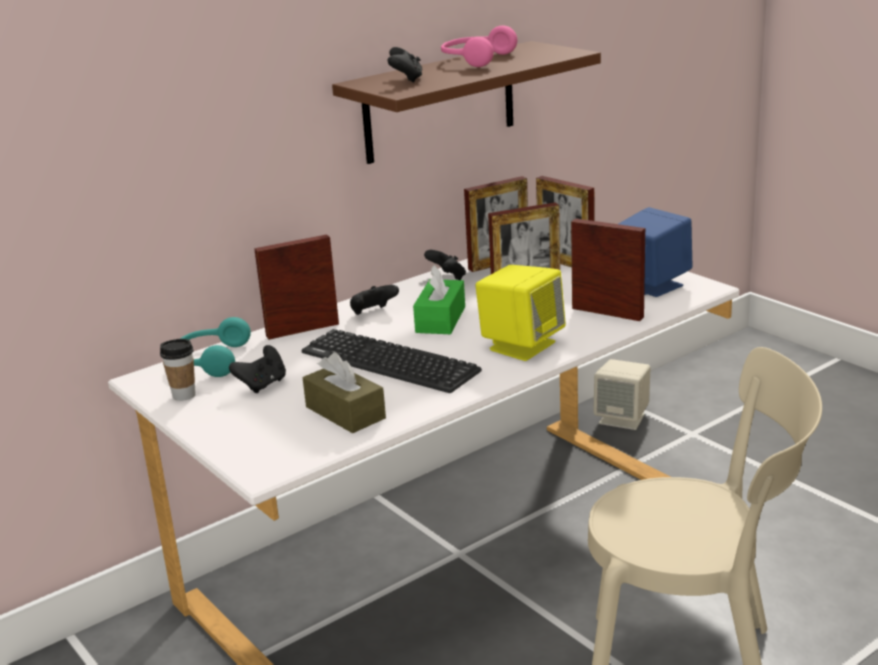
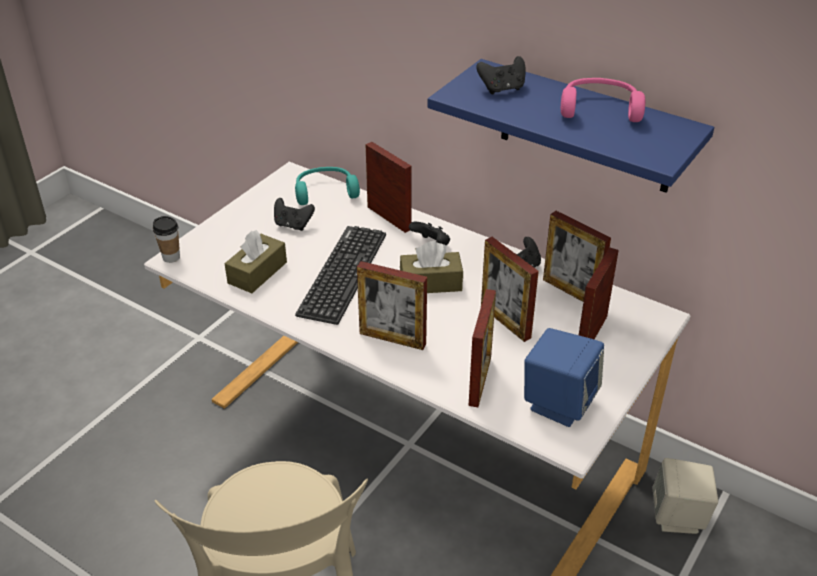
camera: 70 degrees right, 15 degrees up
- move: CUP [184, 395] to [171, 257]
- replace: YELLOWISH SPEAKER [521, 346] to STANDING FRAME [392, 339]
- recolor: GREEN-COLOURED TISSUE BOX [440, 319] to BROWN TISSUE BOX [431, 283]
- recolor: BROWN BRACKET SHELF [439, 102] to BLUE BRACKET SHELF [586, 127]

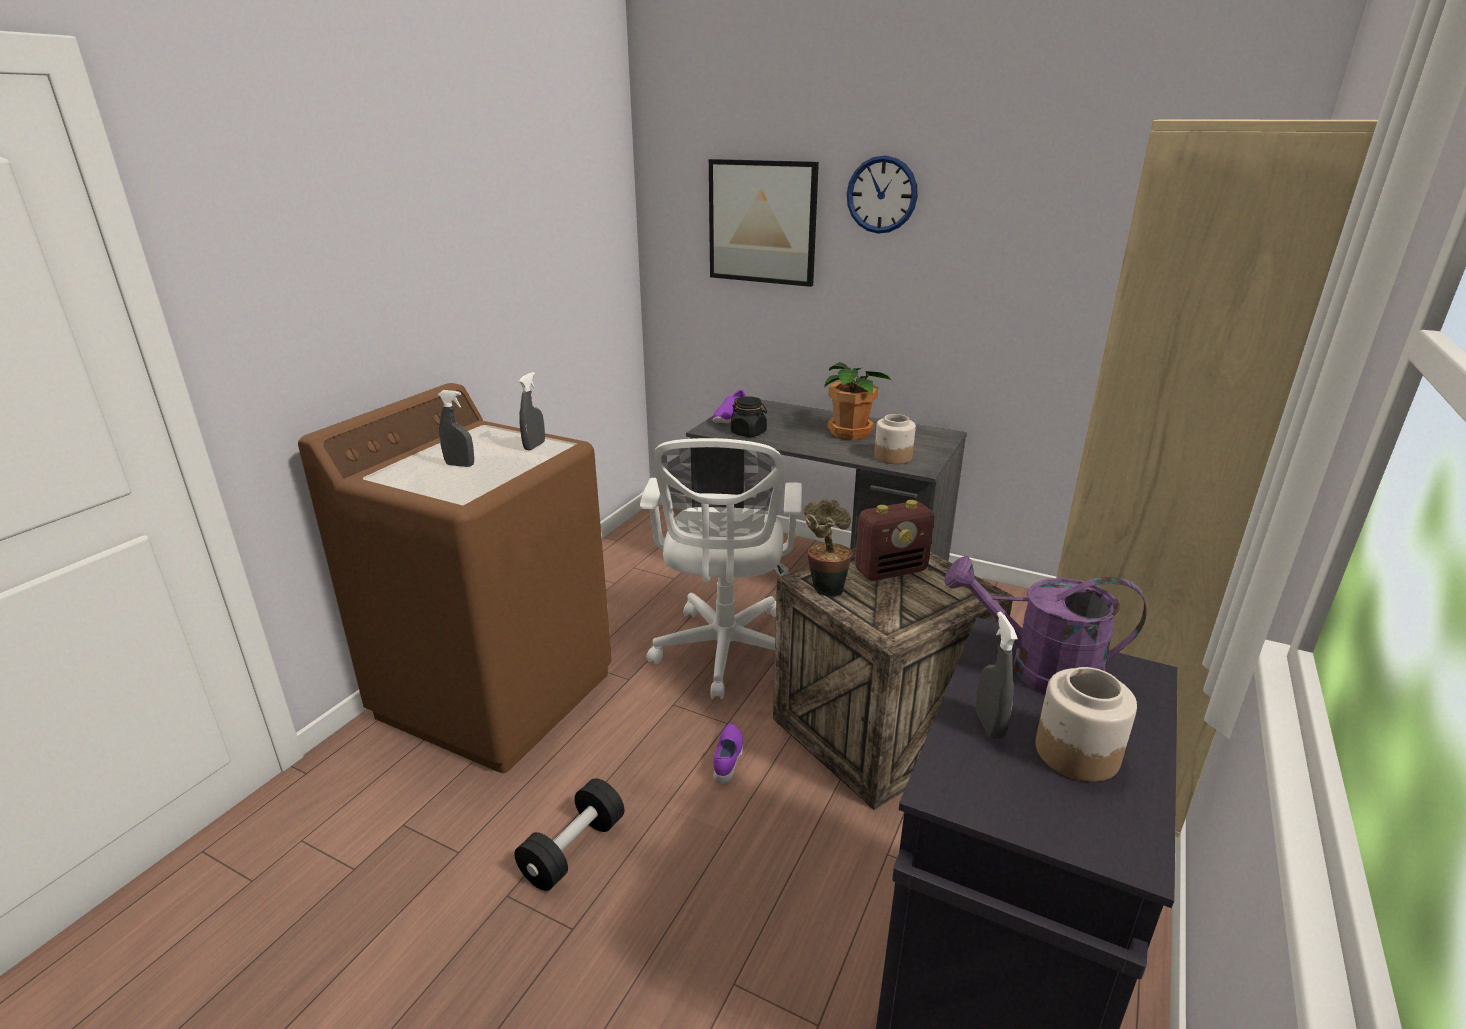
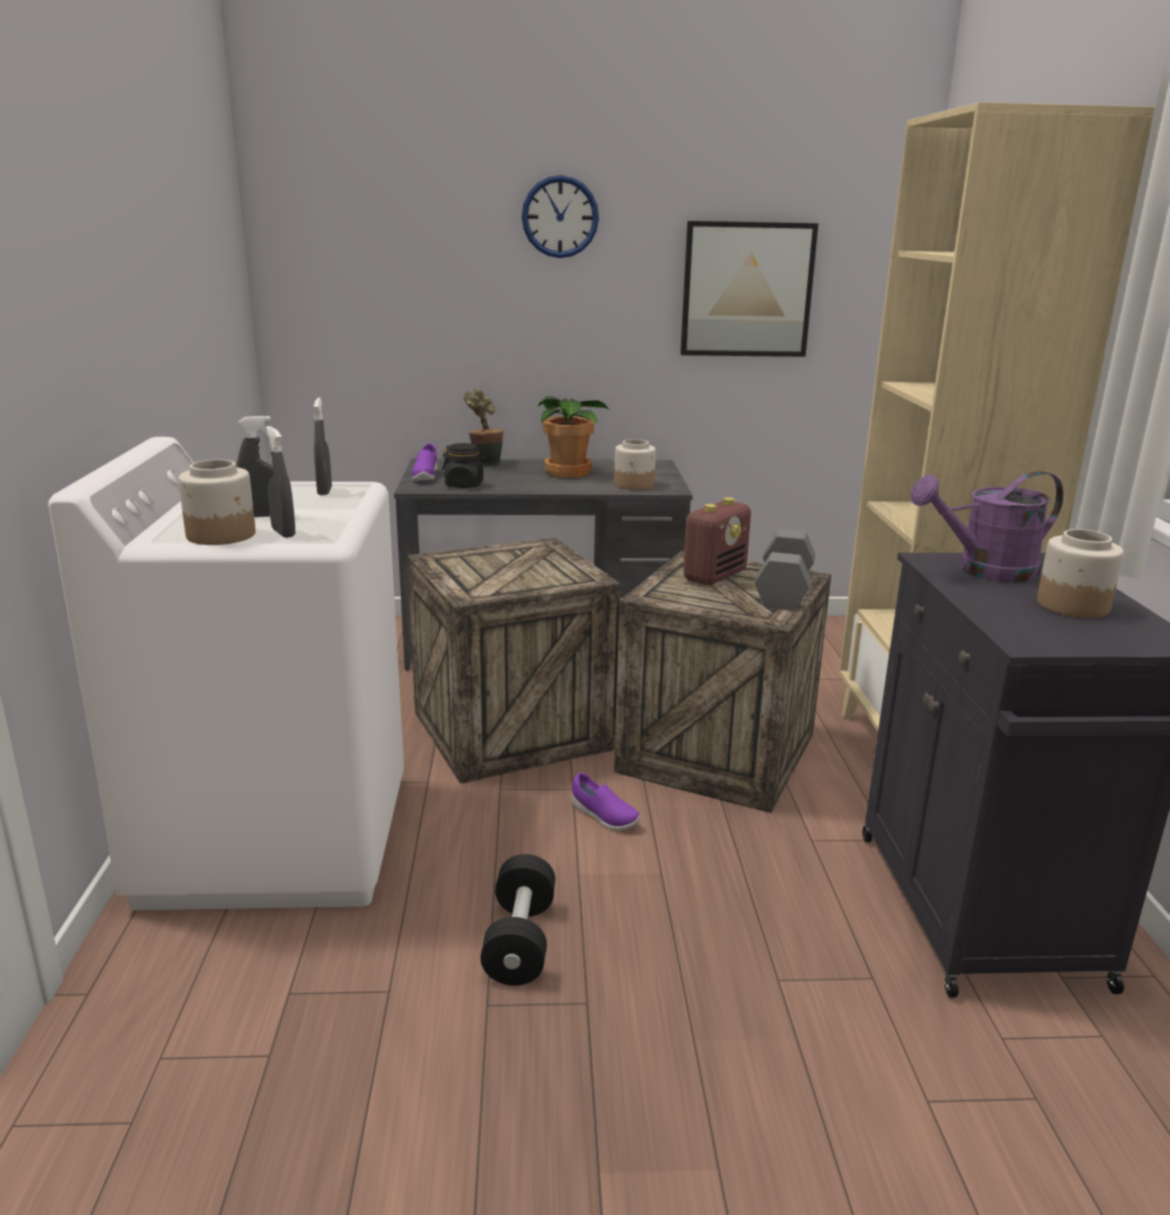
camera: 30 degrees left, 5 degrees down
- recolor: BROWN LAUNDRY MACHINE [496, 693] to WHITE LAUNDRY MACHINE [277, 838]
- insert: STORAGE JAR [222, 535]
- move: GRAY SPRAY BOTTLE [989, 725] to [283, 533]
- replace: WHITE COMPUTER CHAIR [724, 653] to CRATE [510, 732]
- move: POTTED PLANT [825, 587] to [485, 464]
- rotate: PURPLE SHOE [728, 760] = [603, 817] 150 degrees clockwise
- move: PICTURE [762, 222] to [747, 290]
- insert: GRAY DUMBBELL [782, 590]

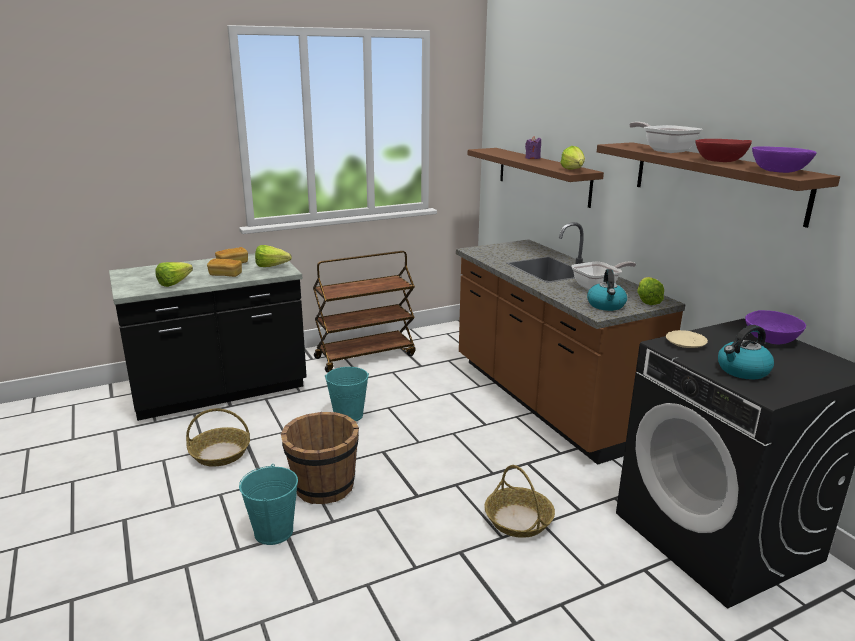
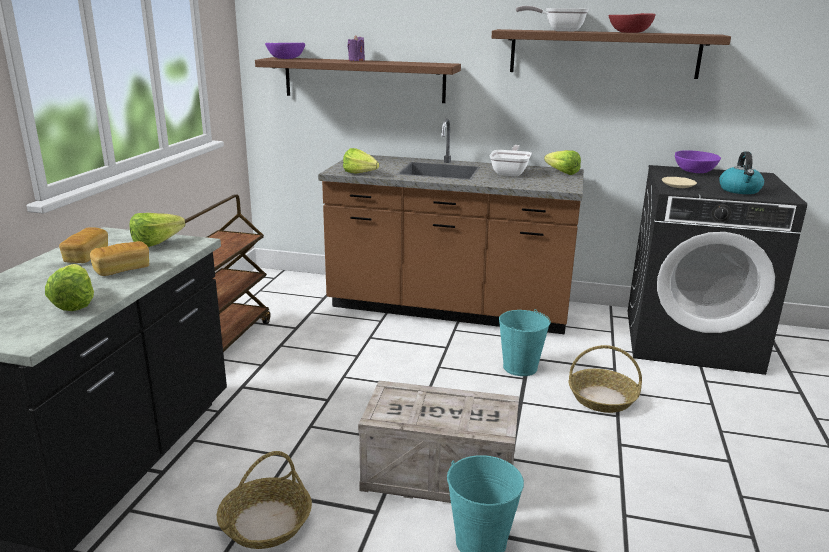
camera: 50 degrees left, 0 degrees up
- move: PURPLE BOWL [778, 171] to [285, 58]
- move: LETTUCE [573, 171] to [362, 174]
- replace: BROWN PAIL [323, 487] to CRATE [436, 475]
- move: BLUE-GREEN PAIL [348, 415] to [519, 367]
- delete: WATER KETTLE [606, 305]

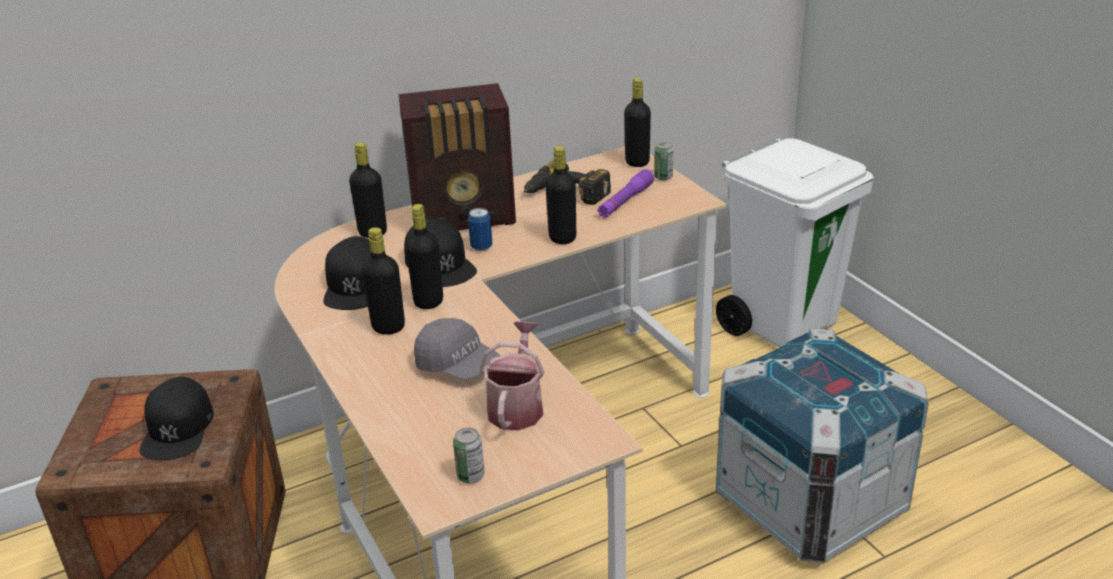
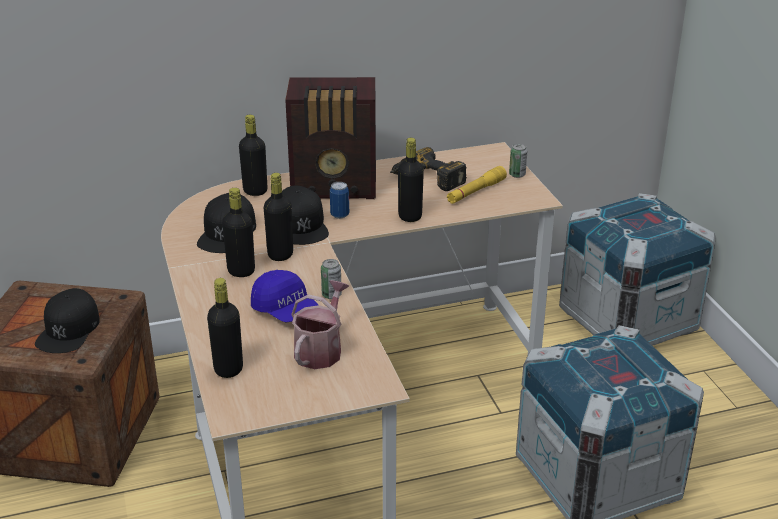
camera: 10 degrees right, 0 degrees up
- move: BLACK-COLOURED BOTTLE [637, 162] to [228, 369]
- recolor: GRAY CAP [458, 366] to BLUE CAP [285, 310]
- move: CAN [470, 476] to [331, 295]
- recolor: PURPLE HAND TORCH [625, 201] to YELLOWISH HAND TORCH [476, 192]
- replace: WHITE WASTE BIN [783, 324] to CRATE [627, 320]

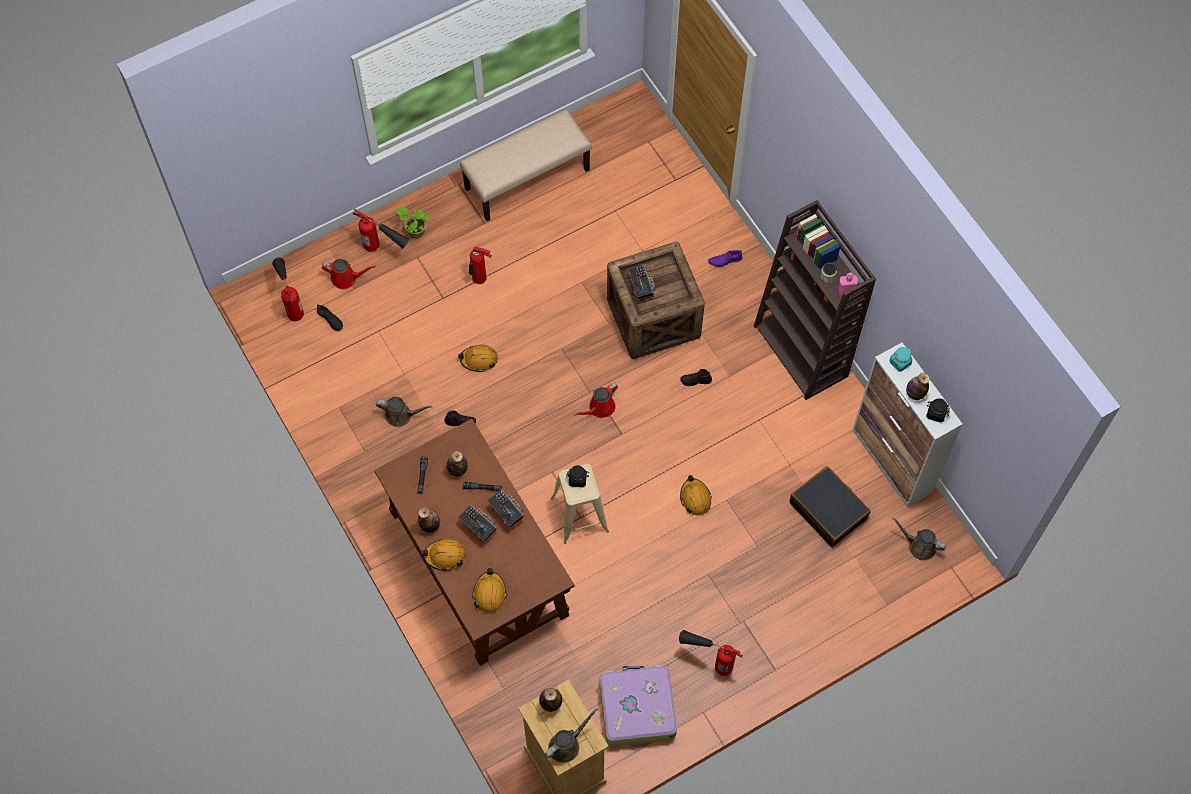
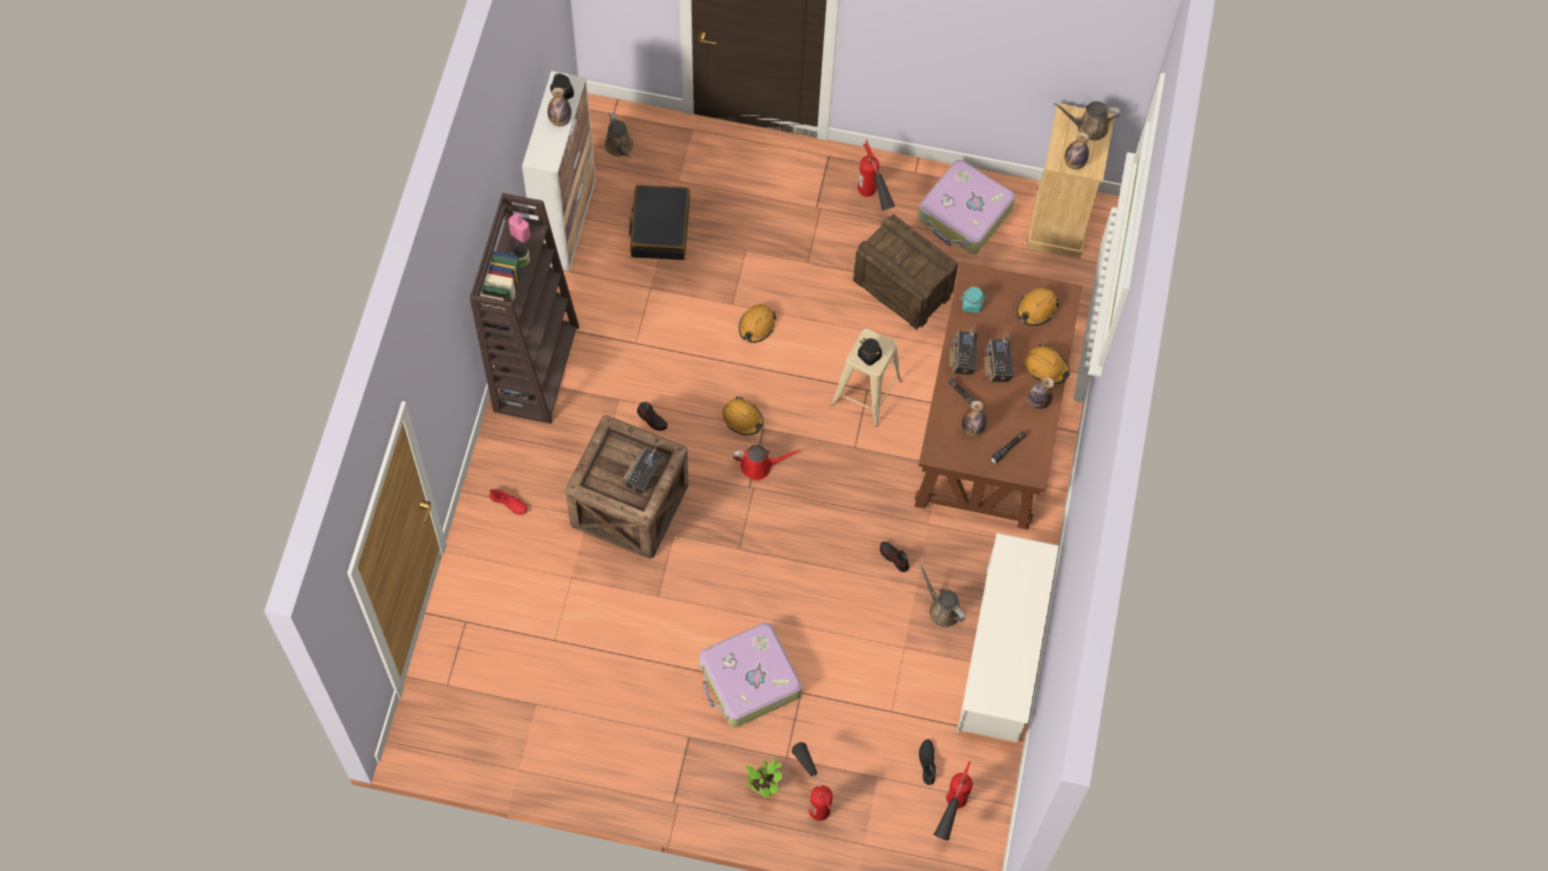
camera: 140 degrees left, 0 degrees up
- recolor: PURPLE SHOE [725, 260] to RED-COLOURED SHOE [508, 503]
- replace: FIRE-FIGHTING CYLINDER [480, 279] to PIECE OF LUGGAGE [749, 681]
- move: ORANGE-COLOURED HARD HAT [479, 359] to [742, 419]
- insert: CRATE [903, 287]
- insert: WHITE SHOE SHELF [1002, 655]
- move: BLUE-GREEN STORAGE JAR [900, 362] to [972, 304]
- delete: RED-COLOURED WATERING CAN [346, 278]
- delete: BEIGE-COLOURED BENCH [527, 178]

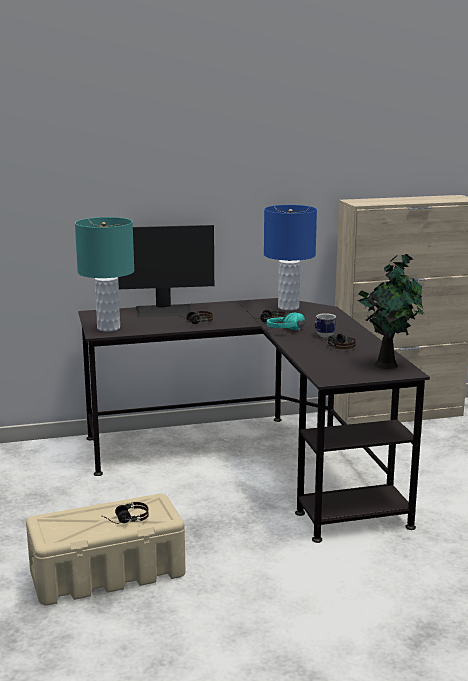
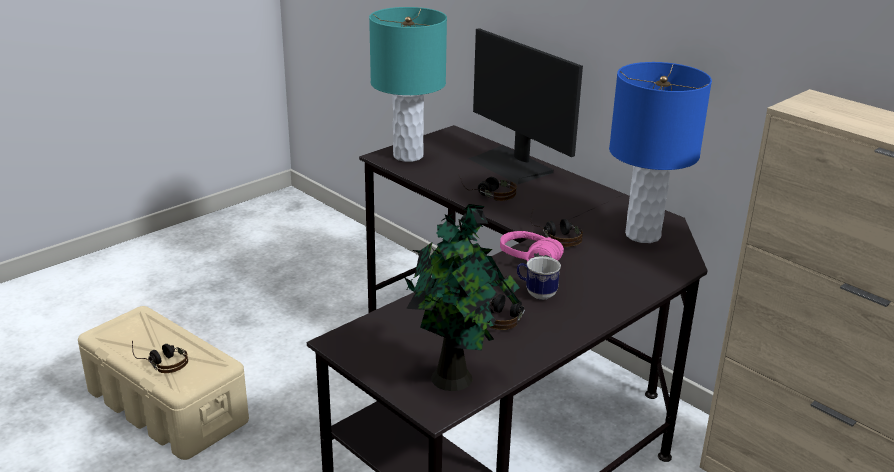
camera: 60 degrees right, 10 degrees up
- recolor: BLUE-GREEN HEADPHONES [289, 332] to PINK HEADPHONES [525, 263]

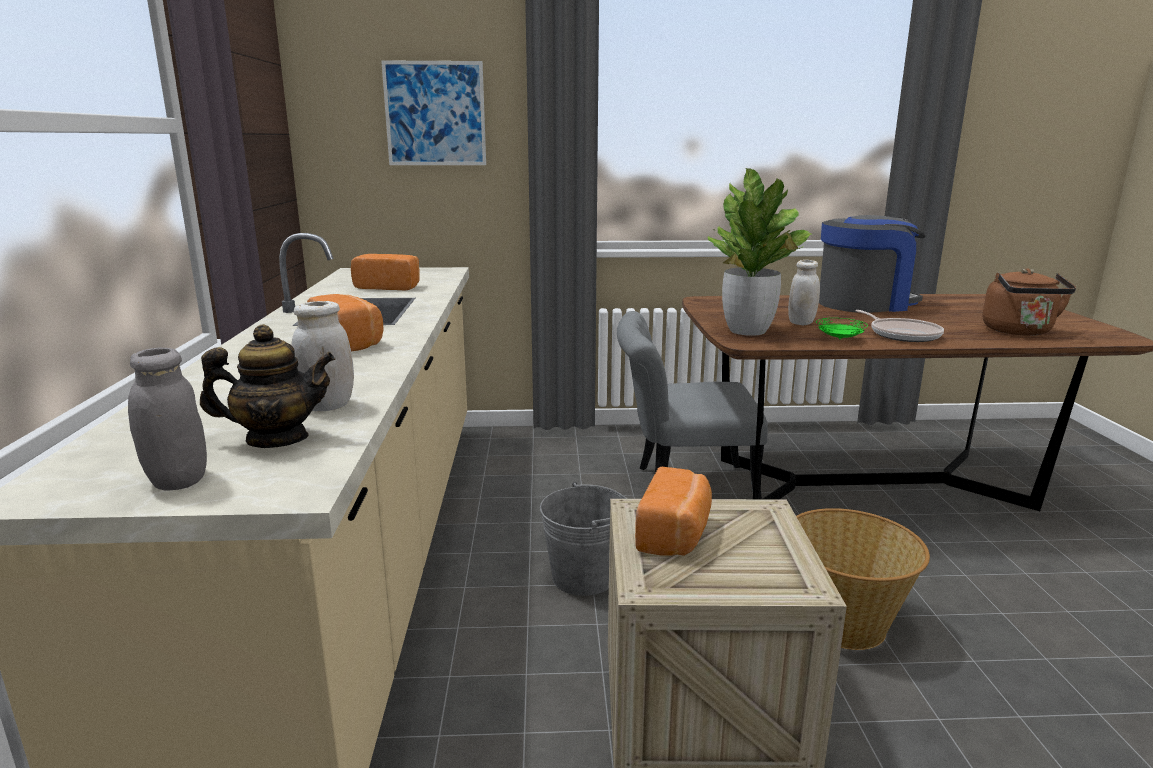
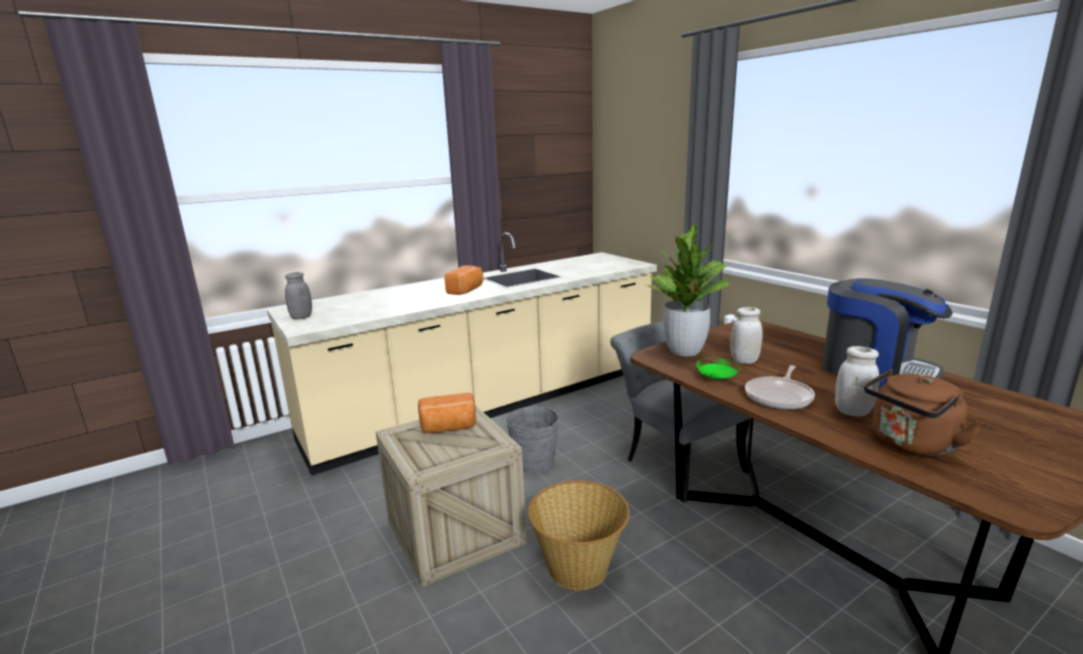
camera: 60 degrees right, 0 degrees up
- move: WHITE STORAGE JAR [327, 406] to [852, 412]
- delete: POT FOR TEA [277, 439]
- delete: BREAD [389, 287]
- delete: PICTURE [435, 114]

